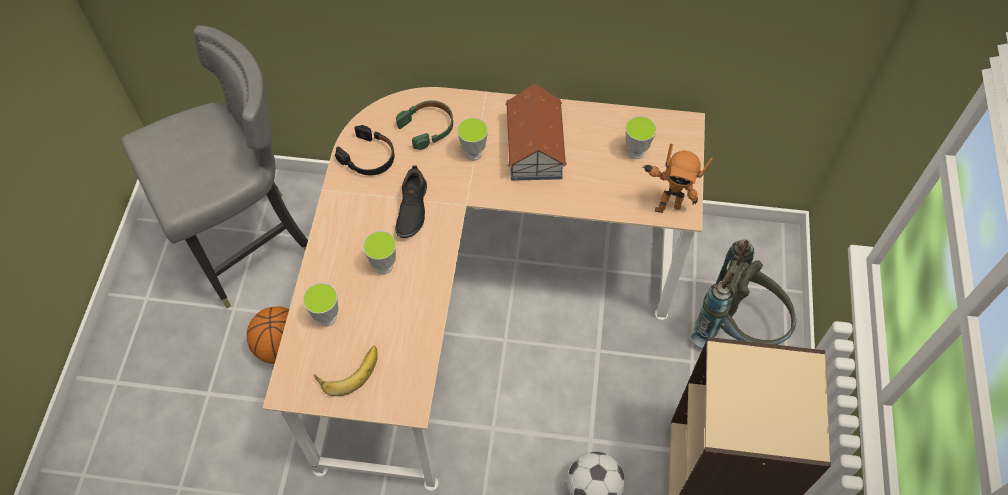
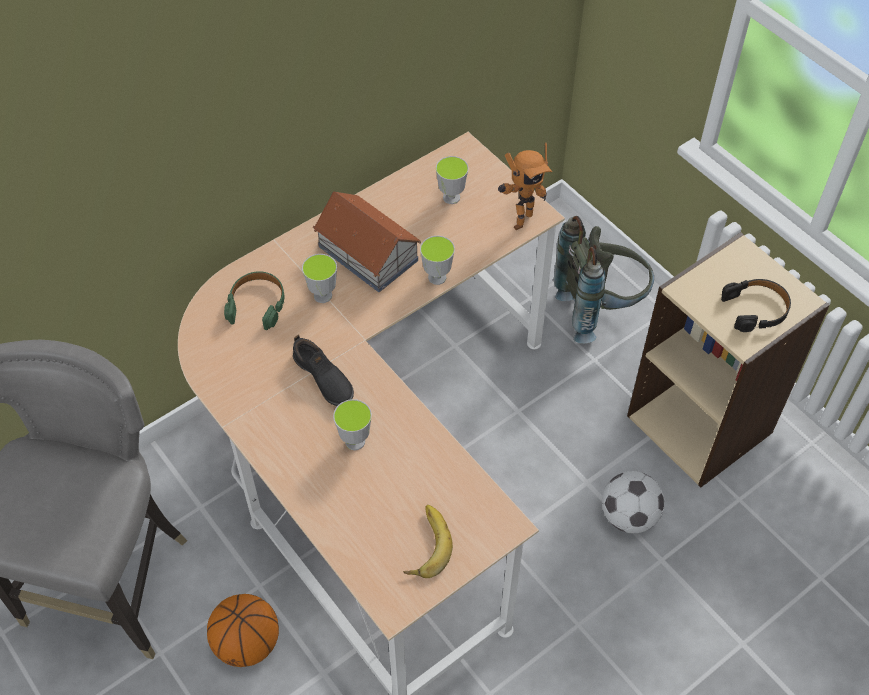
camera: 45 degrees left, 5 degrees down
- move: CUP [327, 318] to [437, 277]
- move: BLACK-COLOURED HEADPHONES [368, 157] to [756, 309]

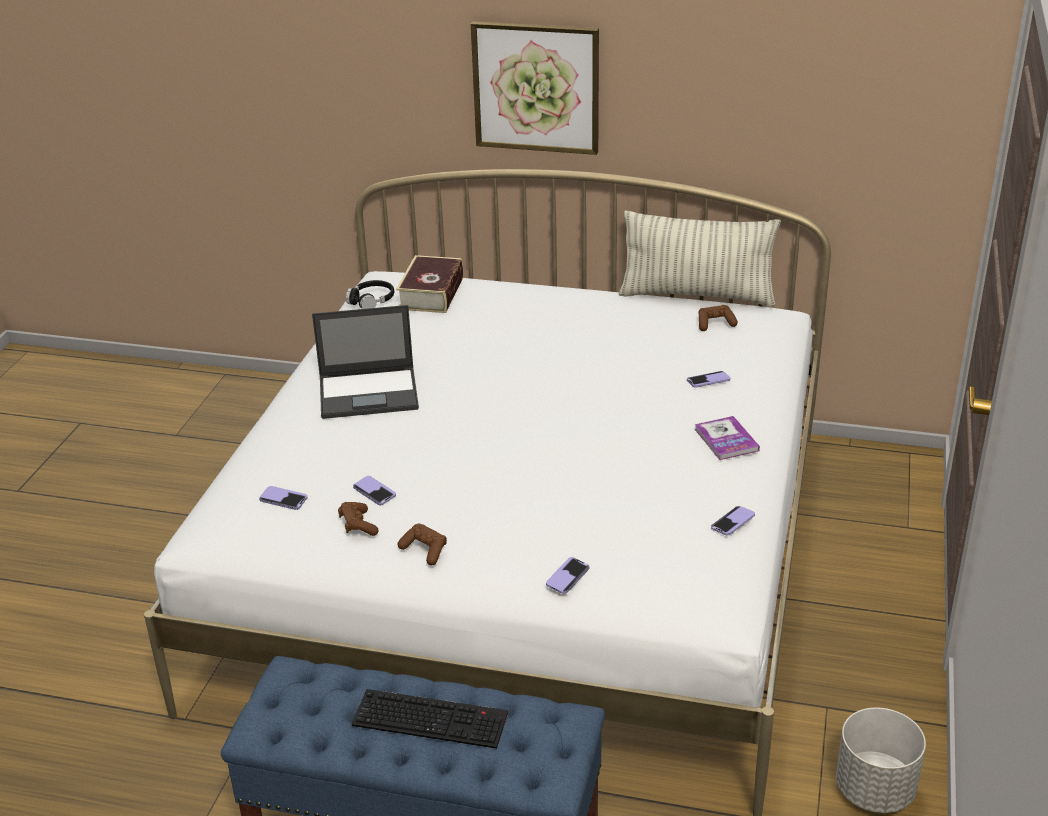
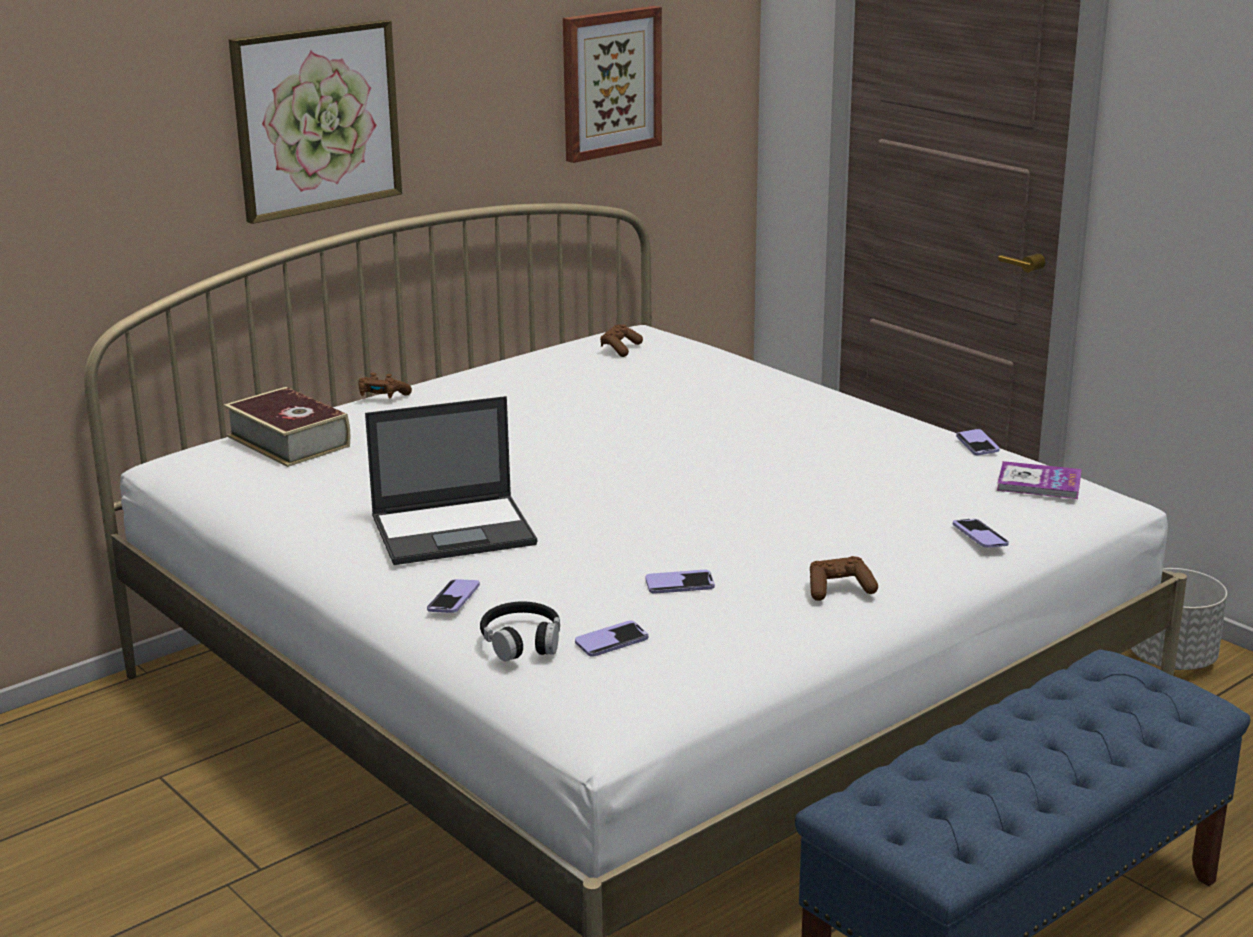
camera: 55 degrees left, 10 degrees down
- move: BROWN GAME CONTROLLER [358, 526] to [382, 397]
- rotate: PORTABLE COMPUTER [370, 393] = [455, 530] 45 degrees clockwise
- move: HANDSET [708, 380] to [453, 598]
- move: BLACK-COLOURED HEADPHONES [371, 300] to [522, 641]
- insert: PICTURE [610, 83]
- move: VOLUME [726, 440] to [1039, 483]
- delete: COMPUTER KEYBOARD [432, 718]
- delete: THROW PILLOW [697, 296]

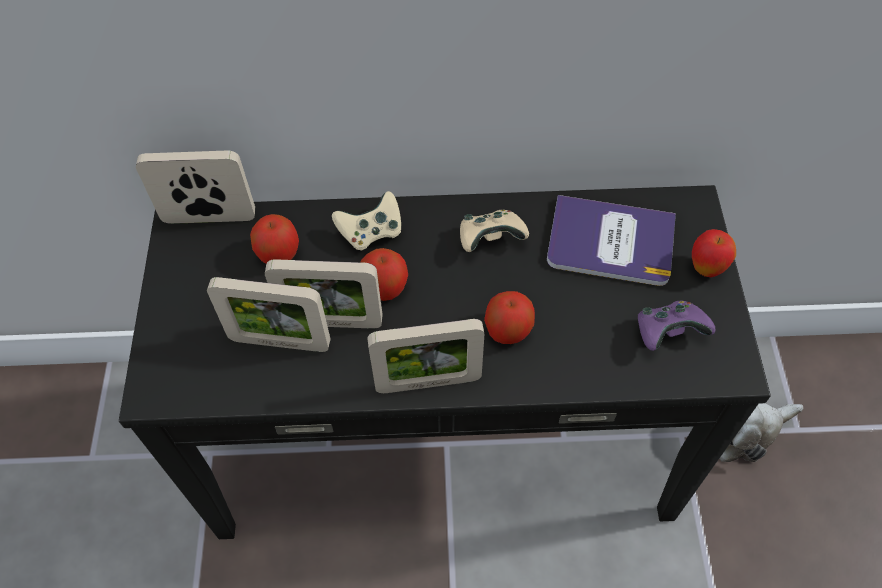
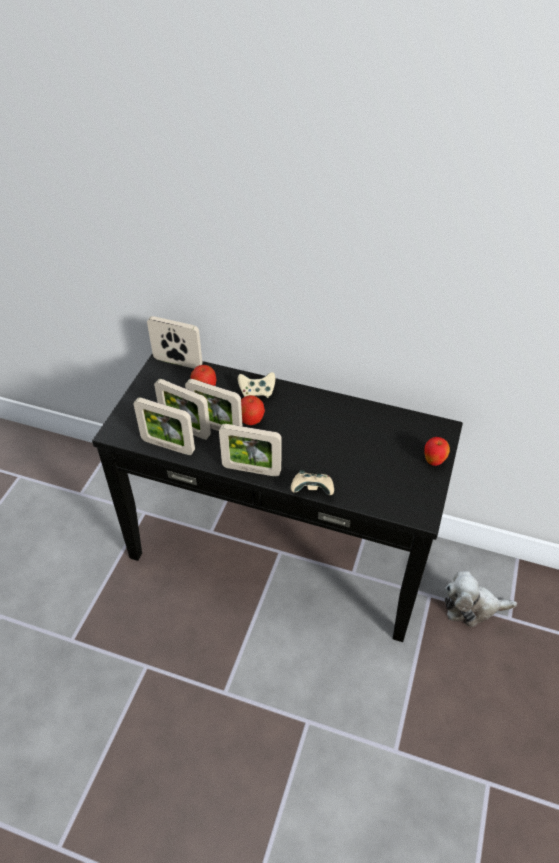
camera: 20 degrees right, 10 degrees down
- insert: STANDING FRAME [168, 446]
- move: BEIGE-COLOURED GAME CONTROLLER [490, 239] to [312, 490]
- delete: APPLE FRUIT [507, 330]
- delete: VOLUME [610, 242]
- delete: PURPLE GAME CONTROLLER [668, 333]

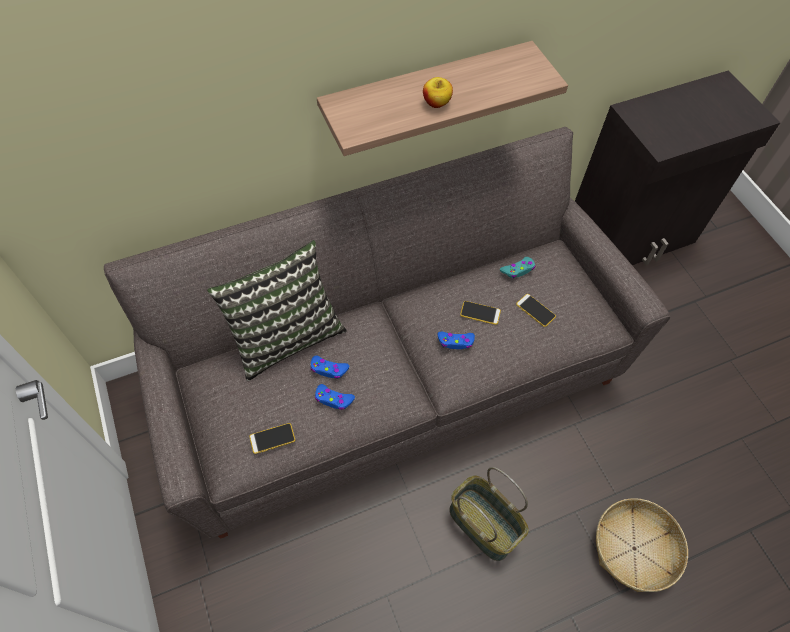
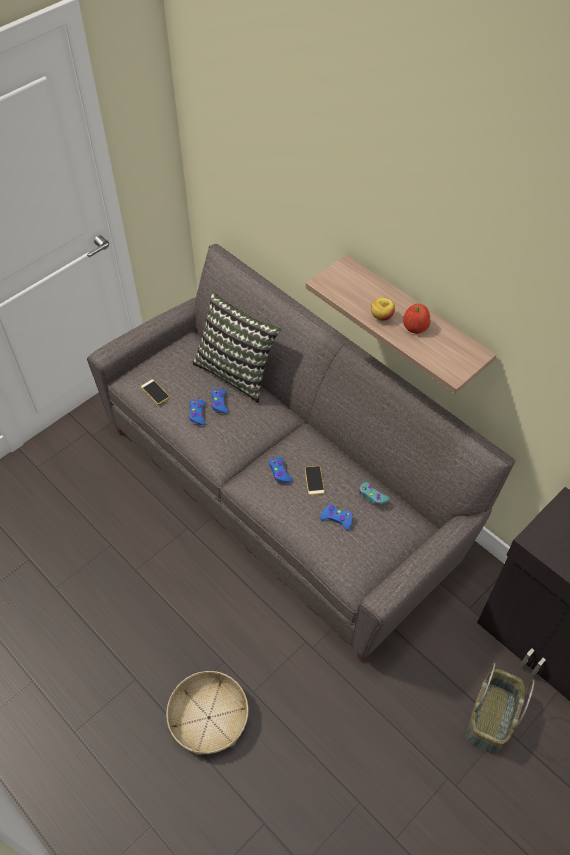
camera: 70 degrees right, 5 degrees down
- replace: HANDSET [535, 310] to BLUE GAME CONTROLLER [337, 518]
- insert: APPLE FRUIT [415, 326]
- move: HOUSEHOLD BASKET [484, 524] to [491, 719]

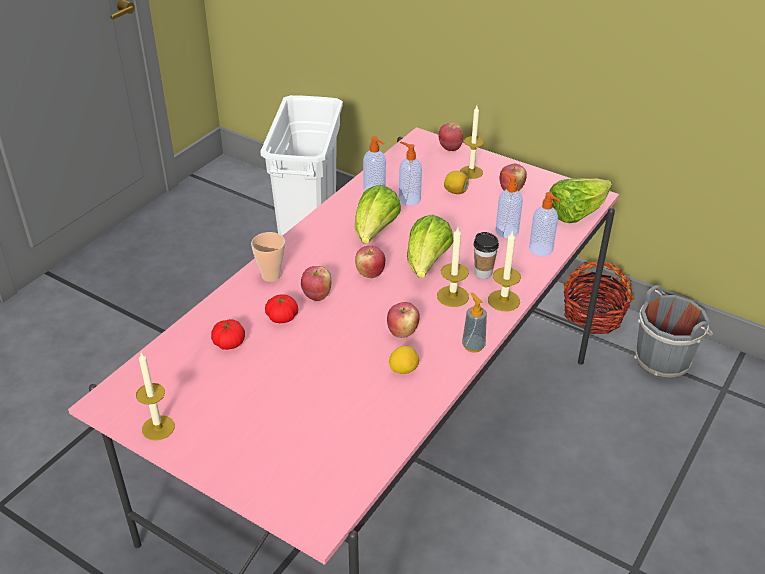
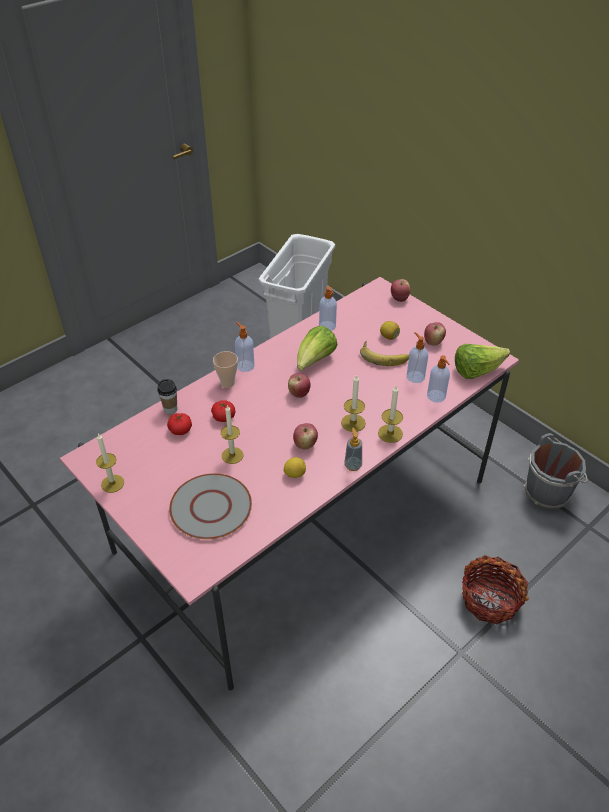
camera: 15 degrees right, 5 degrees up
- move: CUP [483, 273] to [170, 409]
- insert: GRAY DINNER PLATE [211, 507]
- move: WAX LIGHT [471, 172] to [232, 455]
- move: SOAP DISPENSER [408, 199] to [245, 365]
- insert: BANANA FRUIT [384, 355]
- move: HOUSEHOLD BASKET [592, 316] to [489, 599]
- delete: APPLE FRUIT [316, 295]
- delete: LETTUCE [427, 264]

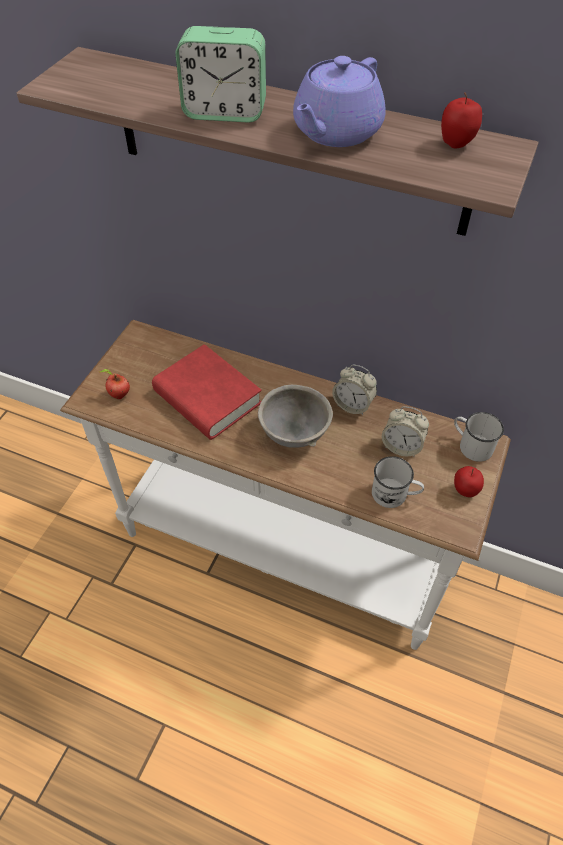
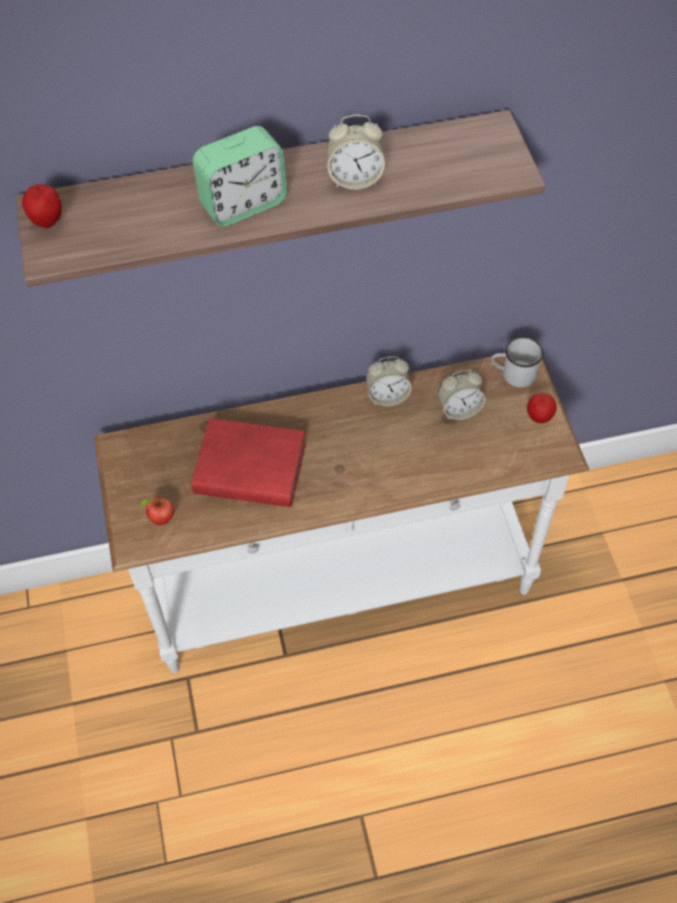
camera: 35 degrees left, 5 degrees up
- move: APPLE FRUIT [456, 145] to [48, 223]
- replace: PURPLE POT FOR TEA [336, 132] to TABLE CLOCK [355, 179]
- delete: GRAY BOWL [295, 433]
- delete: WHITE COFFEE MUG [395, 495]

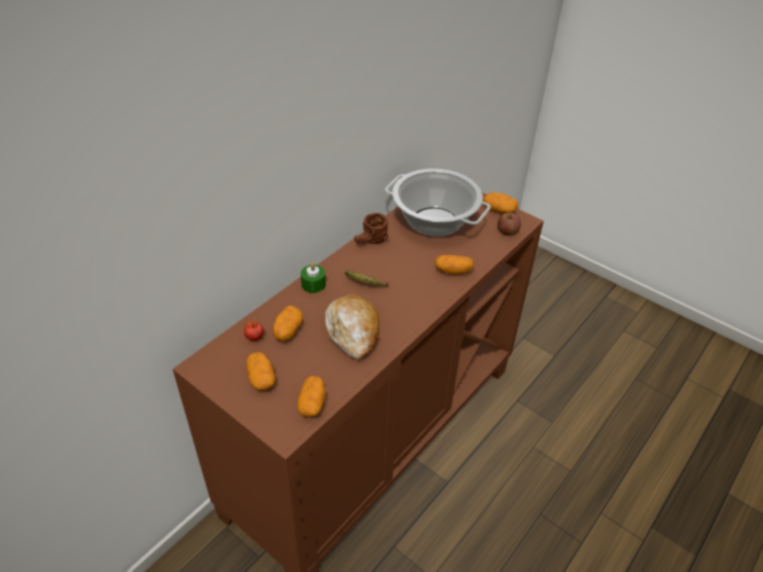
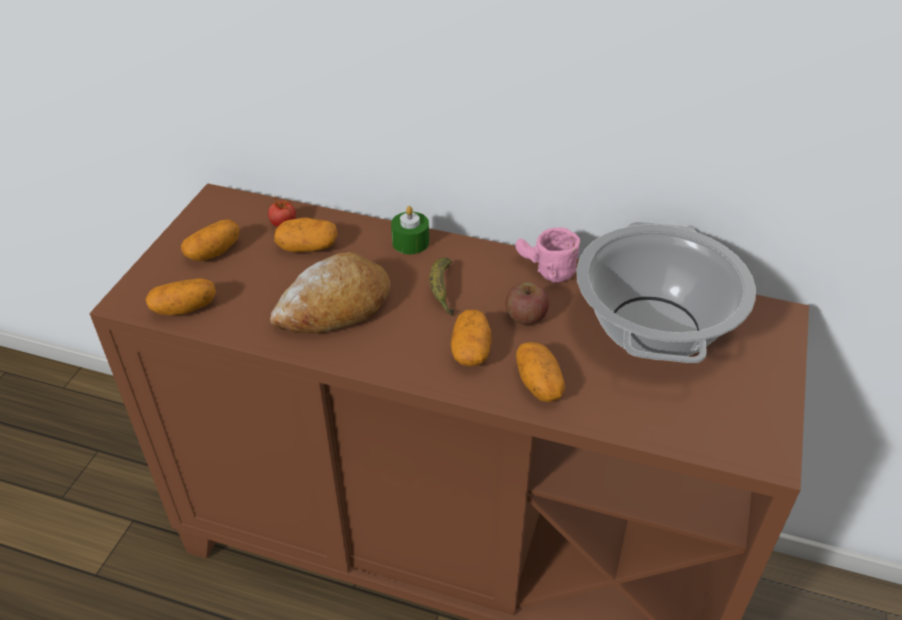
camera: 70 degrees right, 0 degrees up
- move: WHOLE POTATO [499, 210] to [471, 350]
- move: APPLE FRUIT [507, 231] to [526, 316]
- recolor: BROWN COFFEE MUG [371, 242] to PINK COFFEE MUG [543, 270]

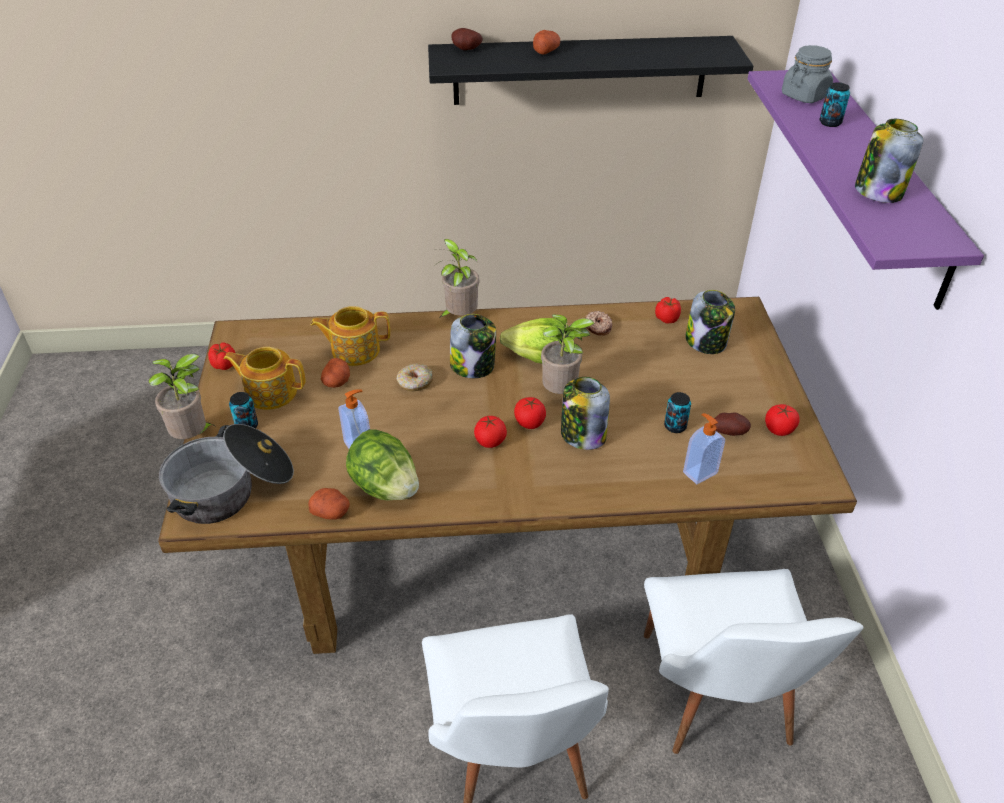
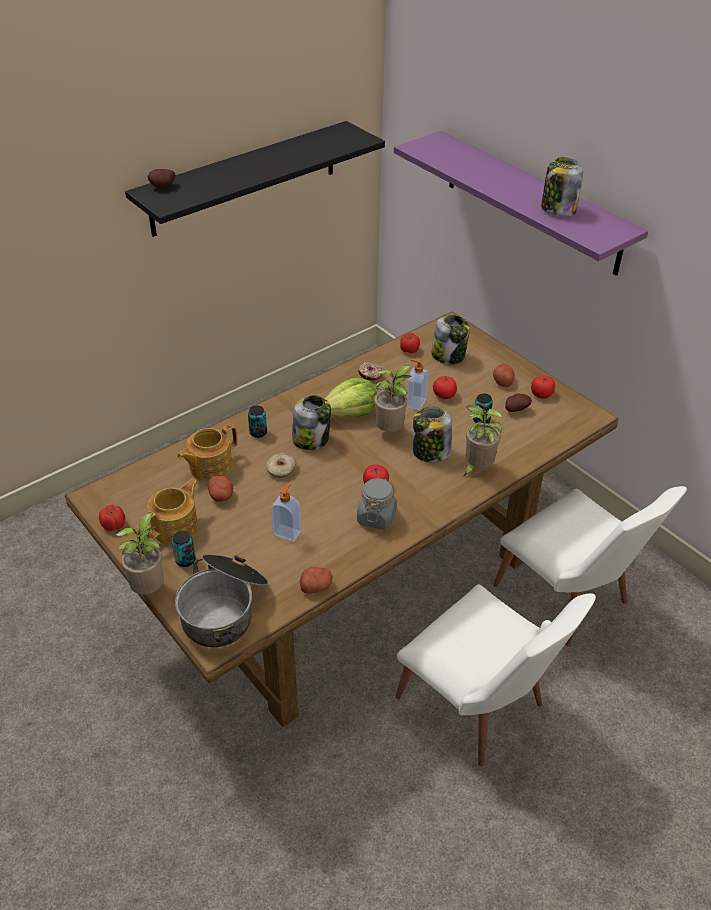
camera: 35 degrees left, 0 degrees up
- rotate: POT FOR TEA [270, 392] = [176, 527] 150 degrees clockwise
- move: CAN [830, 123] to [258, 432]
- move: GRAY STORAGE JAR [804, 96] to [376, 517]
- move: SOAP DISPENSER [699, 472] to [415, 403]
- move: FRESH TOMATO [529, 422] to [444, 395]
- move: POTTED PLANT [459, 317] to [476, 468]
- move: WHOLE POTATO [546, 51] to [502, 381]
- delete: LETTUCE [385, 487]

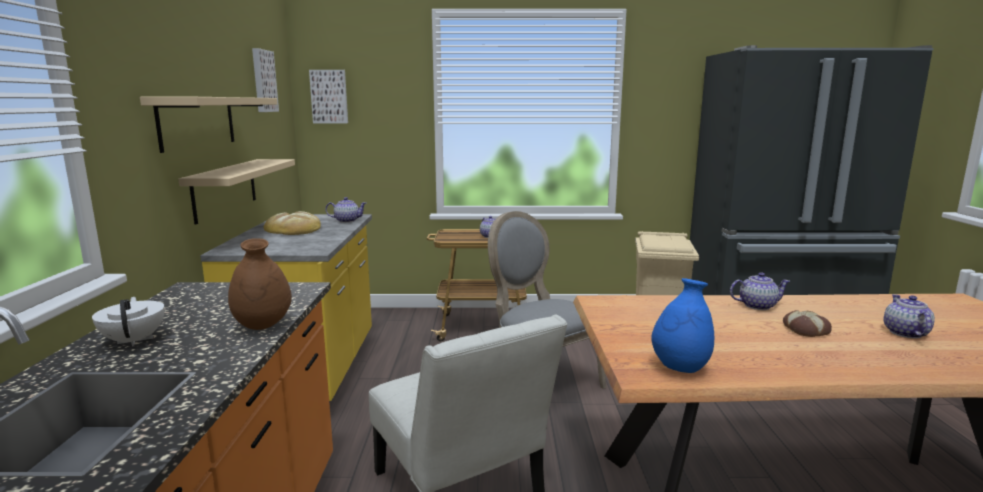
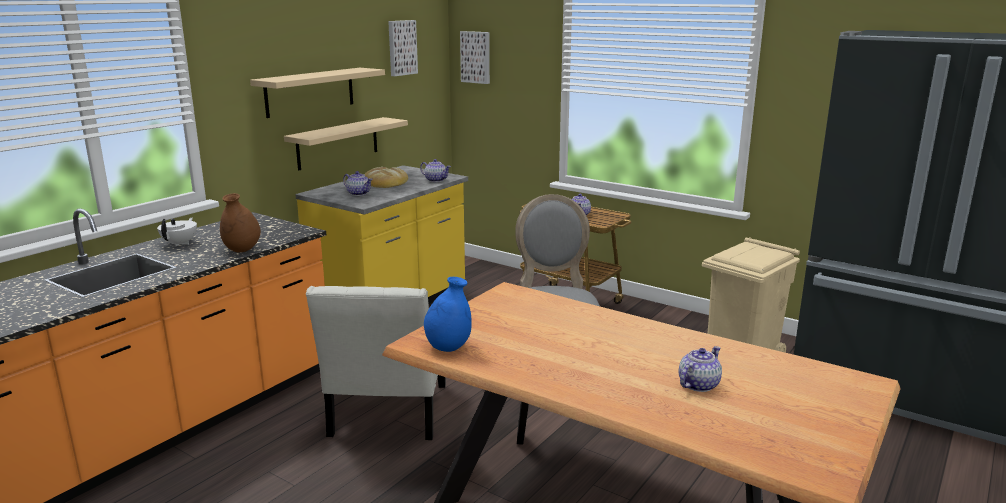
camera: 35 degrees right, 5 degrees up
- move: POT FOR TEA [756, 305] to [358, 193]
- delete: BREAD [806, 330]

